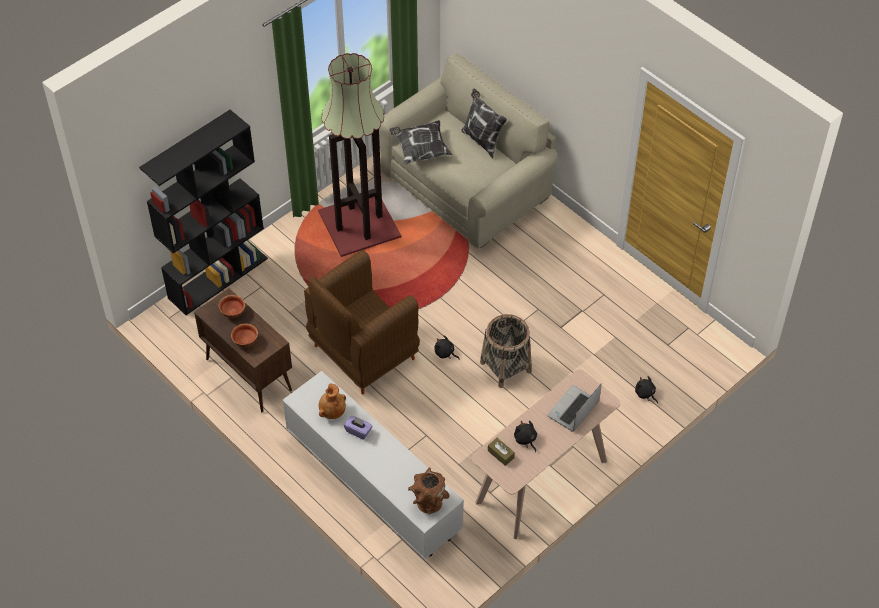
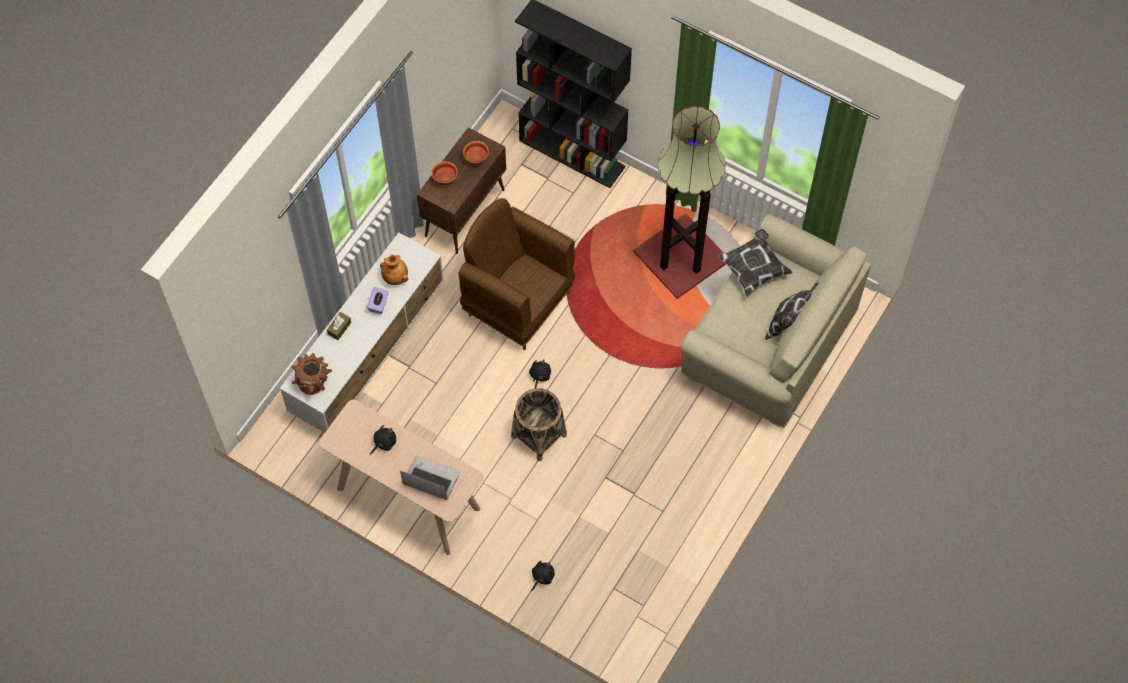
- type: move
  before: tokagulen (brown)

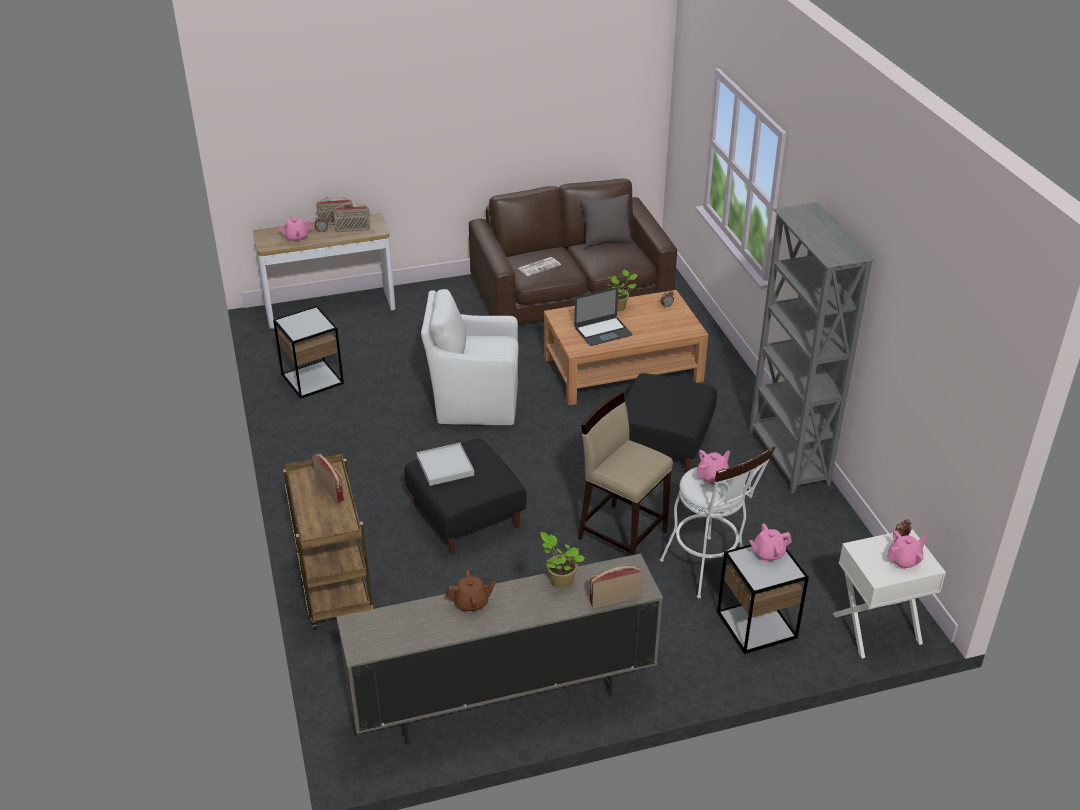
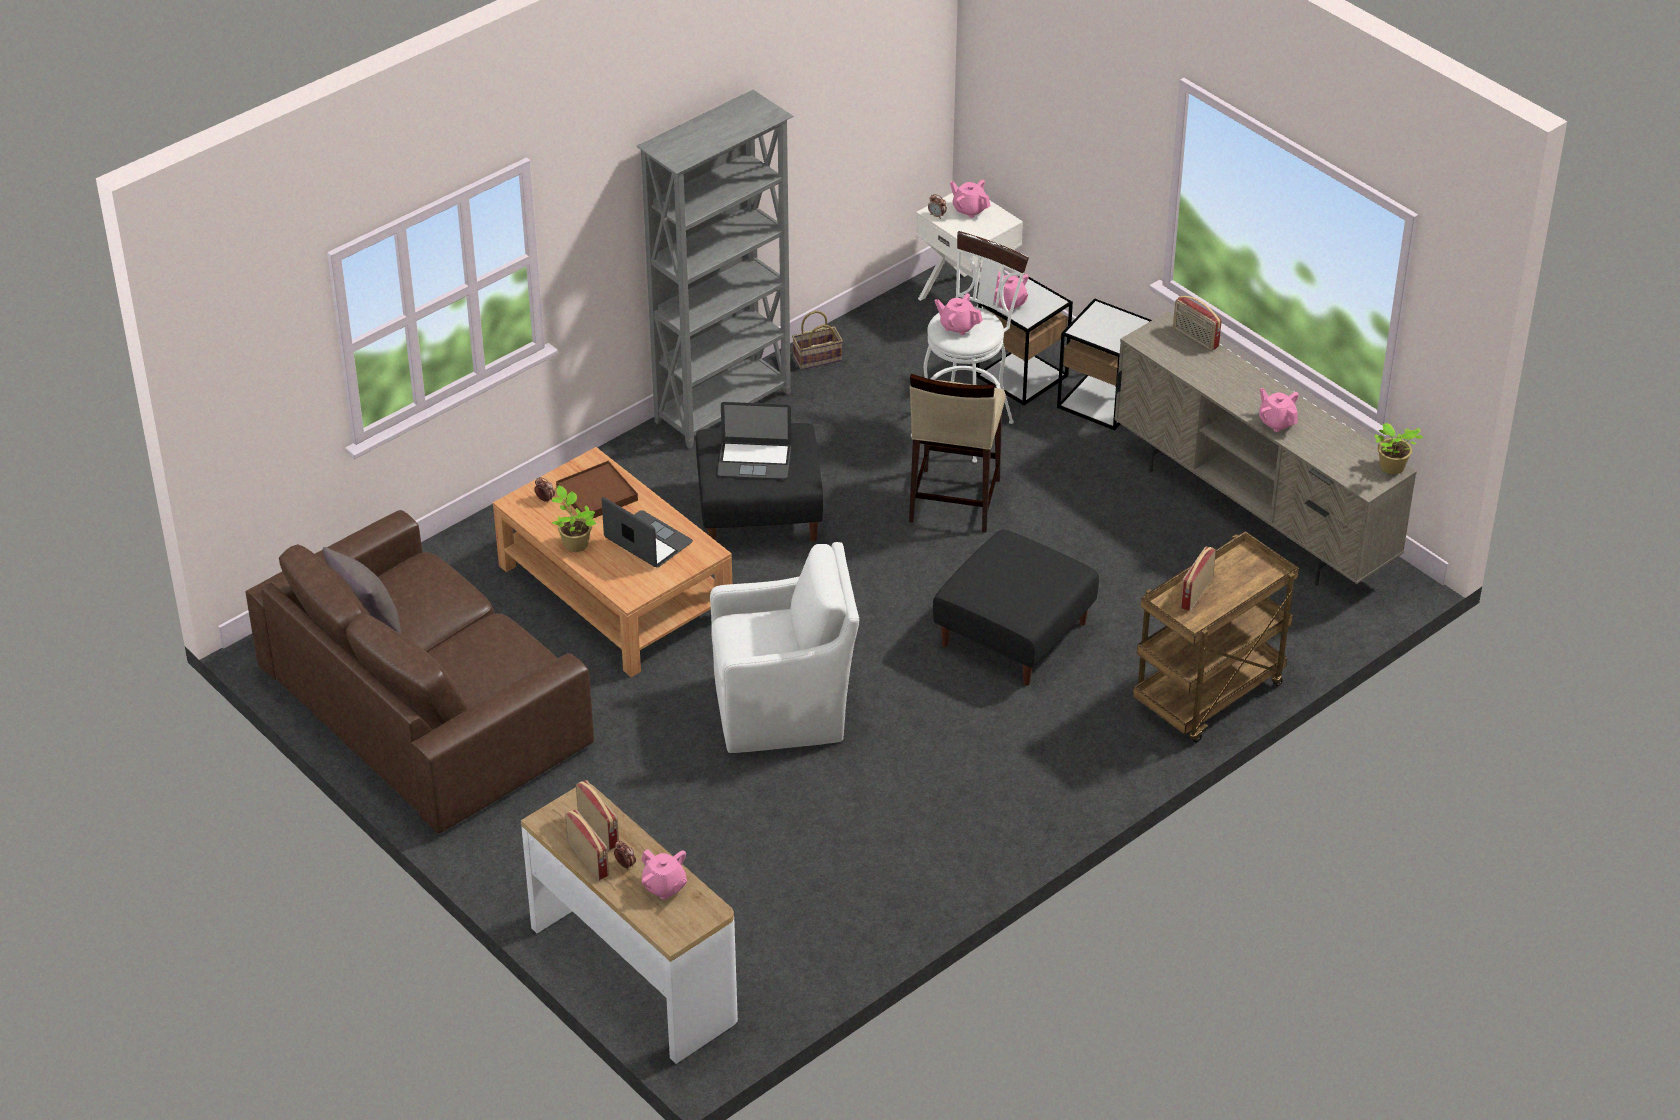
- type: delete
  before: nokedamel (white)
- type: delete
  before: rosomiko
- type: insert
  after: nokedamel (brown)
- type: insert
  after: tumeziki (2nd from left)
- type: insert
  after: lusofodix
- type: move
  before: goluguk (1st from left in the first image)
  after: goluguk (2nd from left)
- type: move
  before: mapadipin (1st from left in the first image)
  after: mapadipin (2nd from left)
- type: recolor
  before: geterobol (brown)
  after: geterobol (pink) (5th from left)
- type: rotate
  before: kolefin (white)
  turn: -75

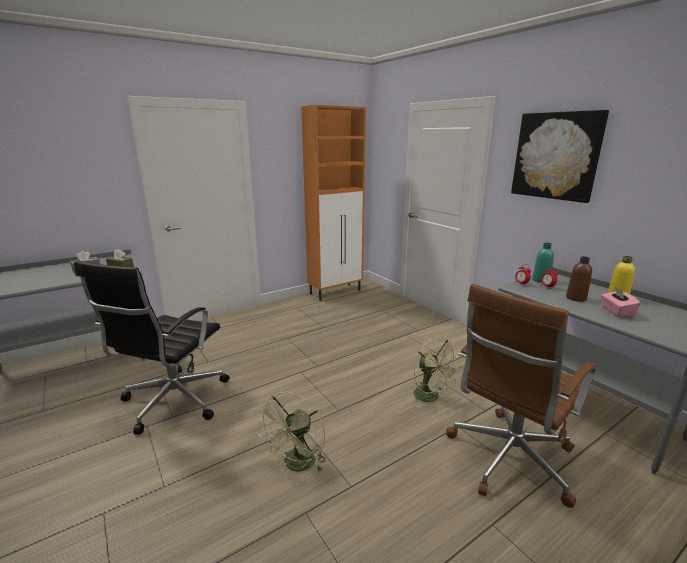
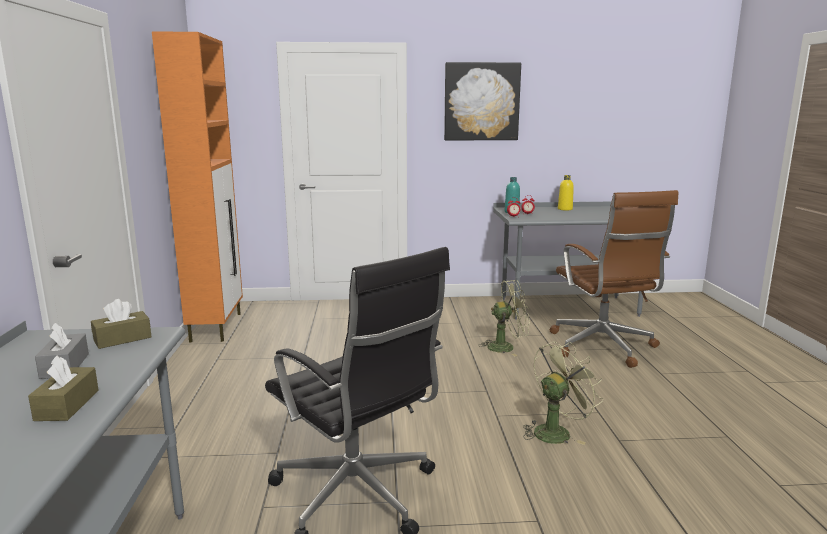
- type: delete
  before: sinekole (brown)
- type: delete
  before: tokagulen (pink)
- type: insert
  after: tokagulen (brown) (1st from left)
- type: rotate
  before: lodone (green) (1st from left in the first image)
  turn: -90

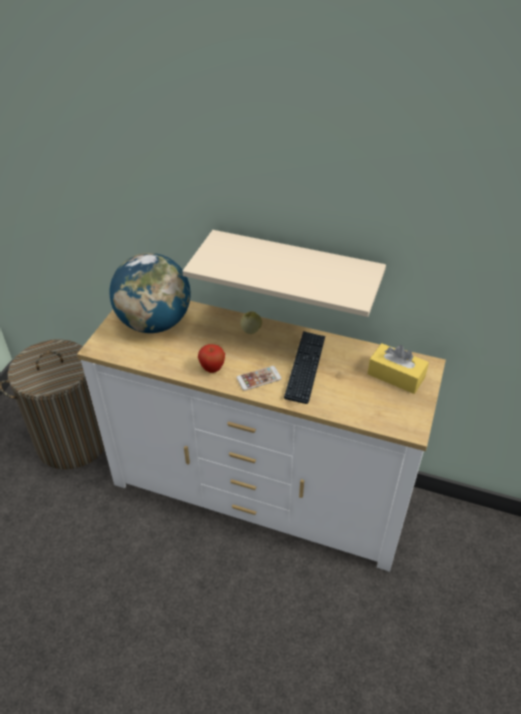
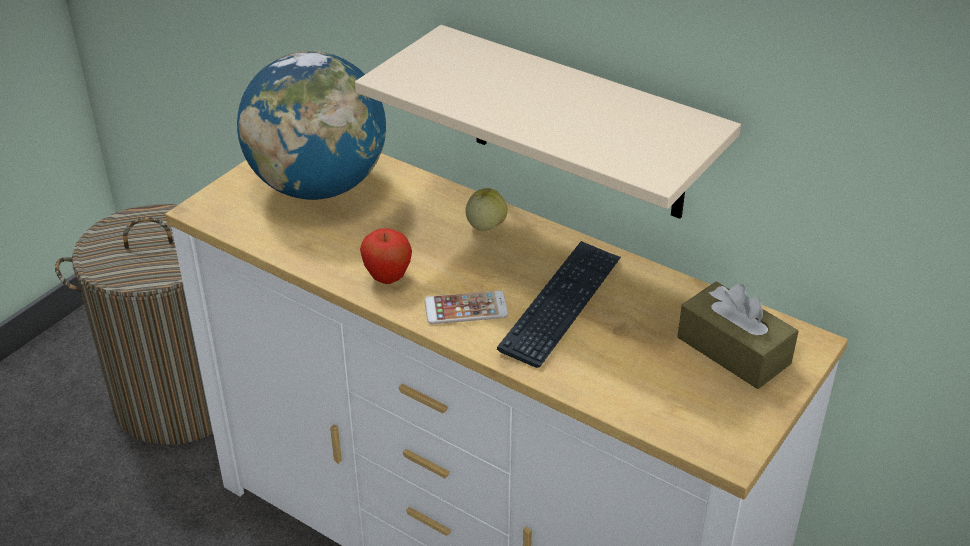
- type: recolor
  before: tokagulen (yellow)
  after: tokagulen (brown)

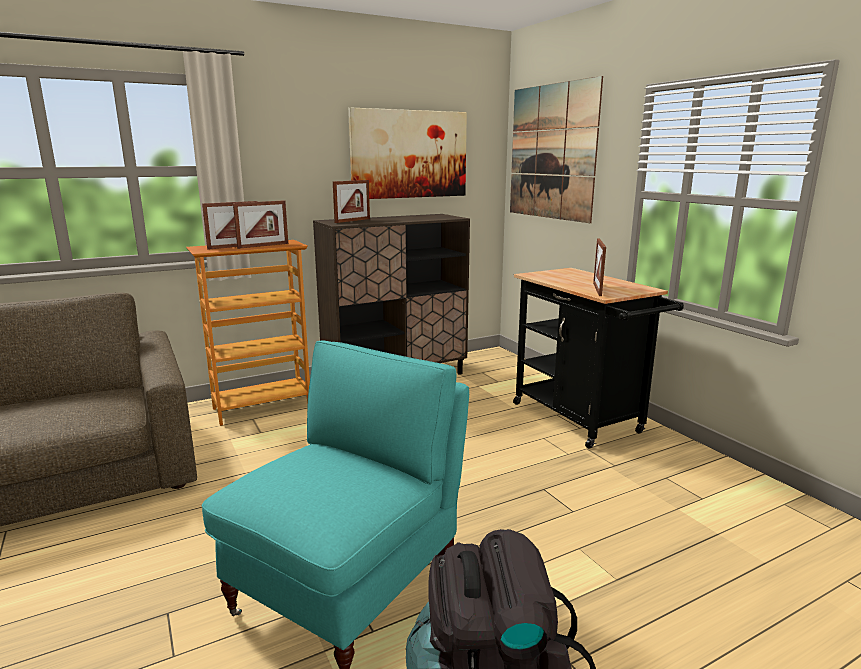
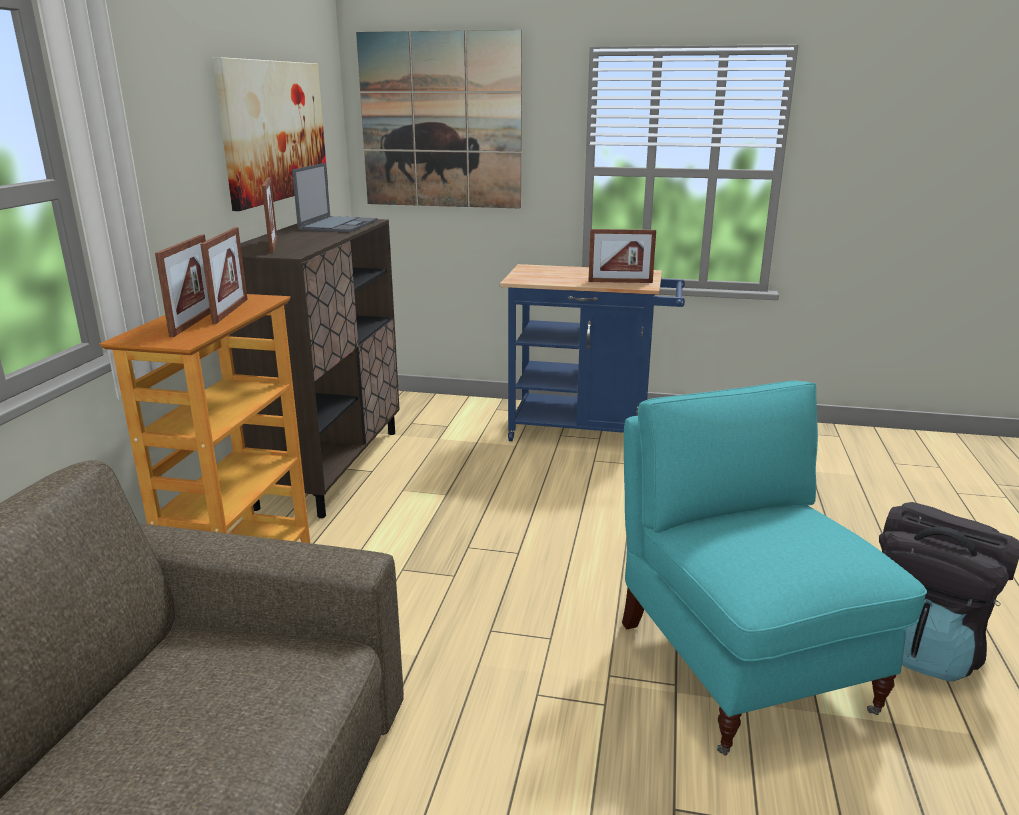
- type: insert
  after: tumeziki
- type: recolor
  before: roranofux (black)
  after: roranofux (blue)
- type: rotate
  before: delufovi (4th from left)
  turn: -45

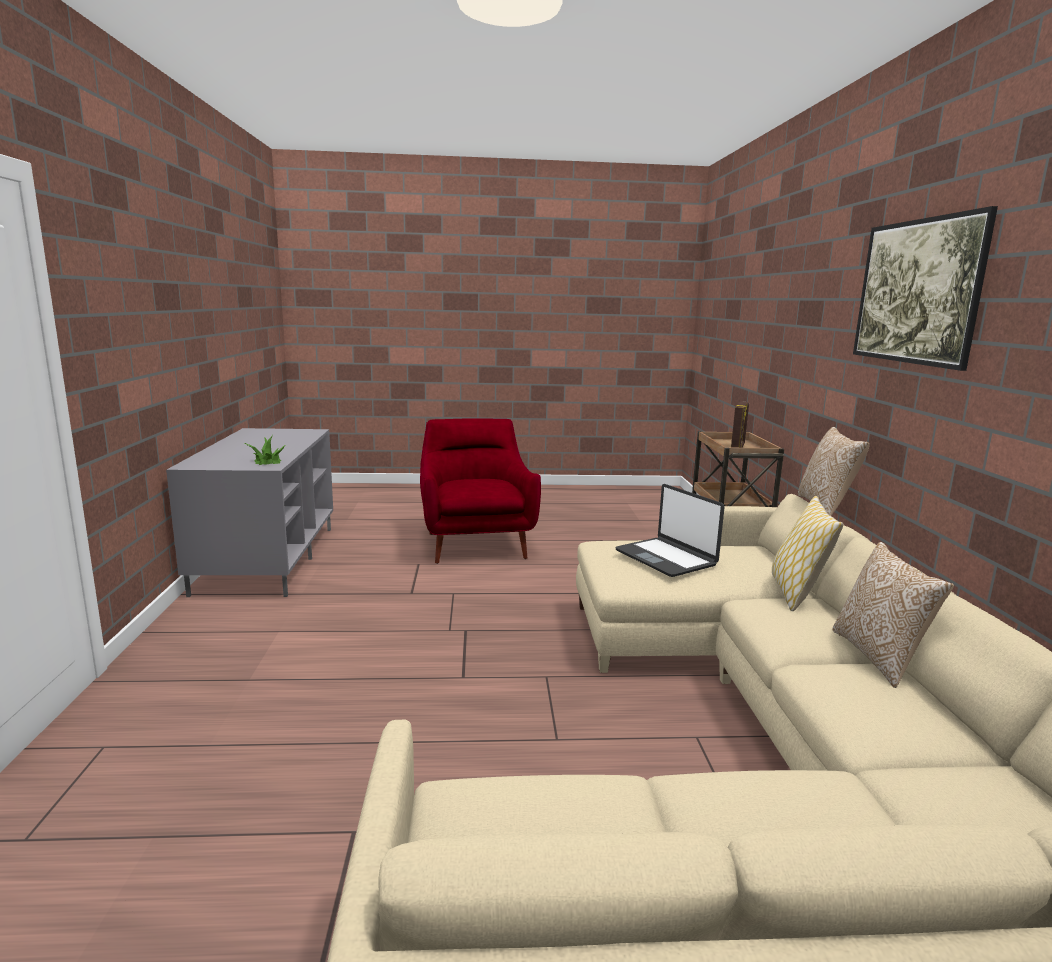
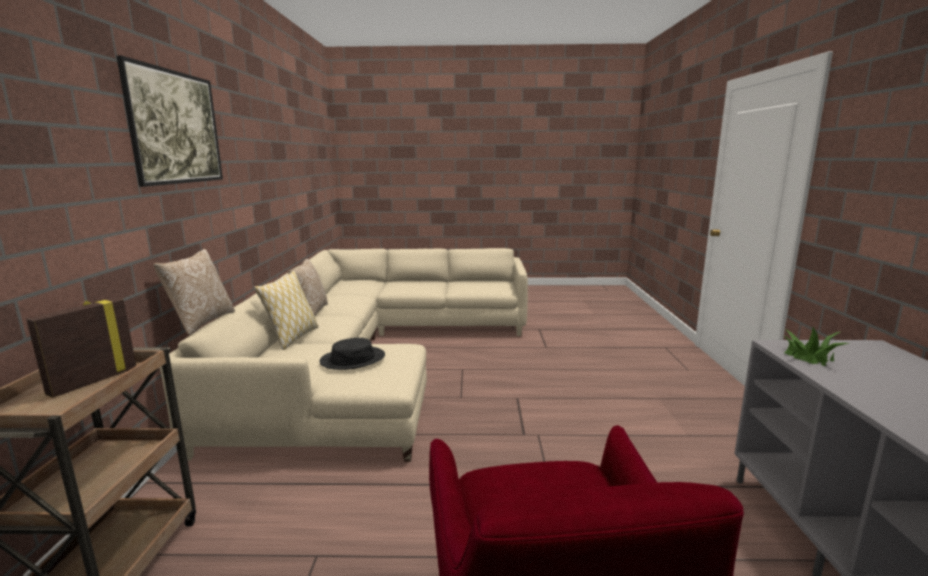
- type: replace
  before: tumeziki
  after: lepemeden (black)

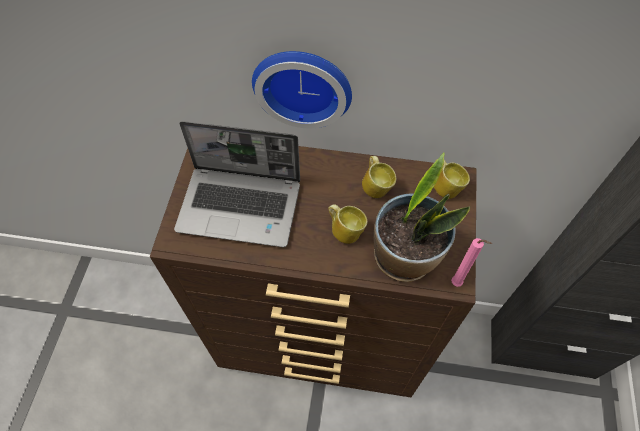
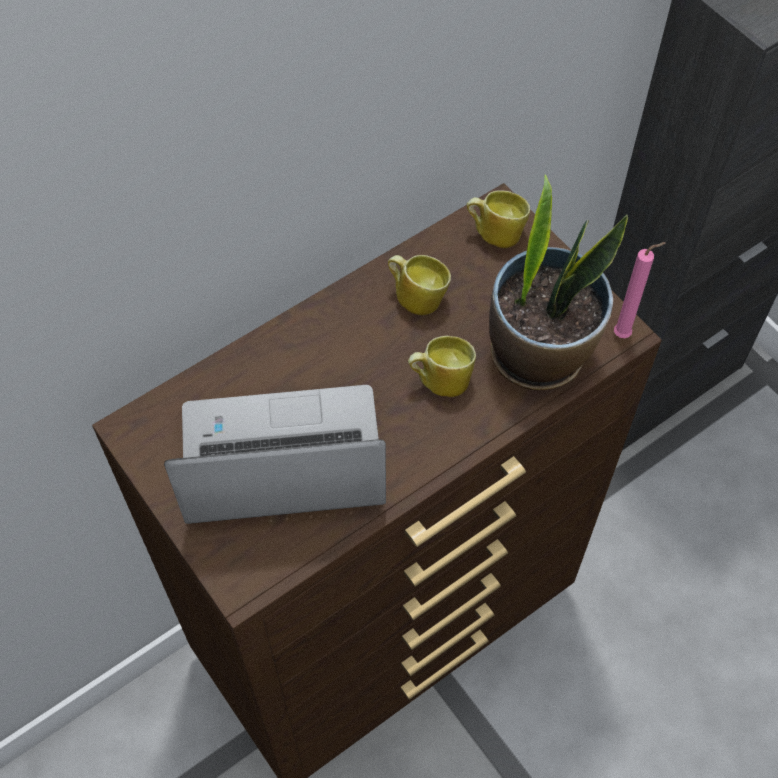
- type: delete
  before: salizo
- type: rotate
  before: tumeziki
  turn: -150

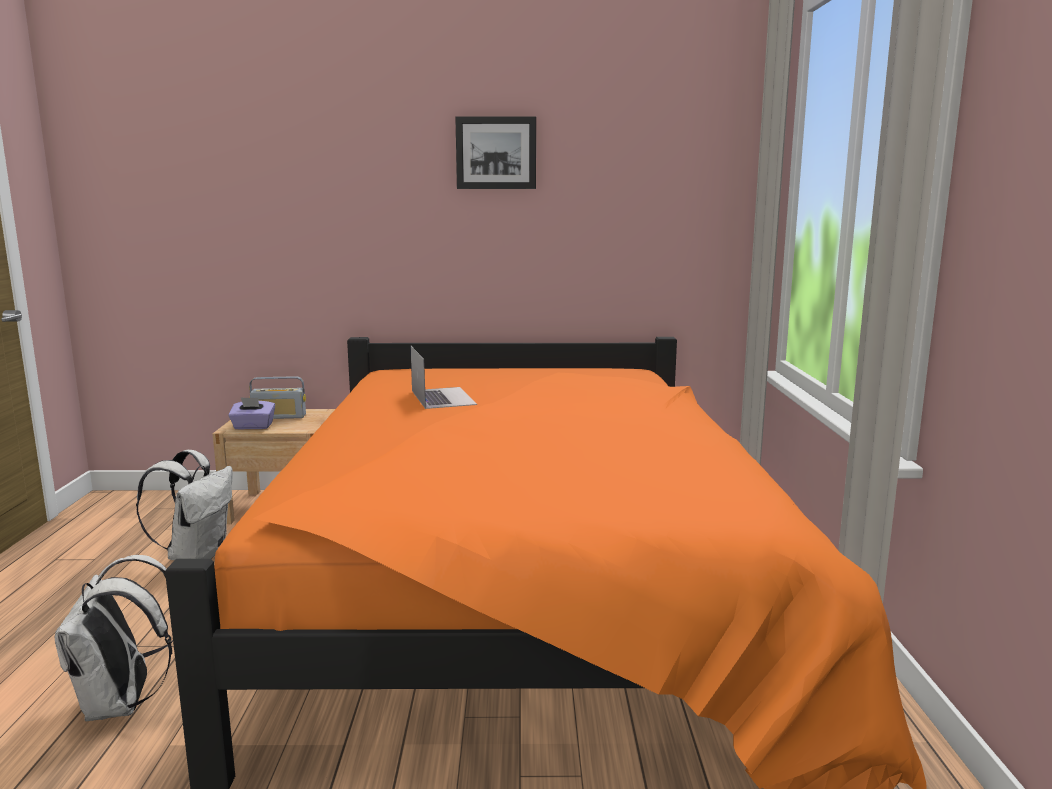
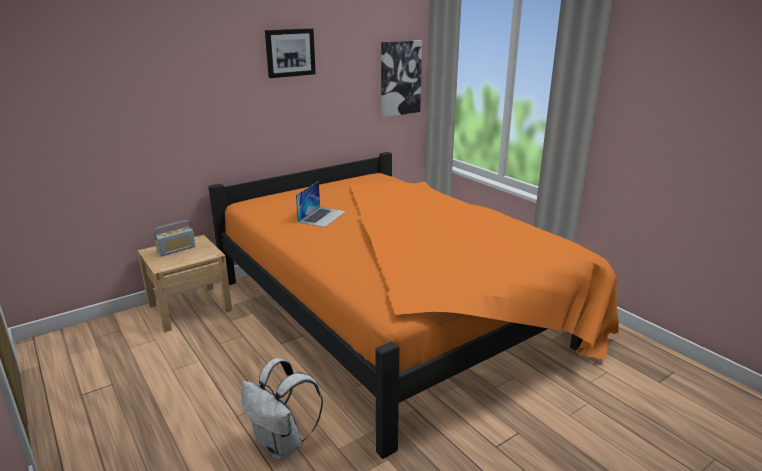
- type: delete
  before: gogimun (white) (2nd from left)
- type: delete
  before: tokagulen (purple)
- type: insert
  after: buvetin (2nd from left)
- type: rotate
  before: tumeziki
  turn: 75

